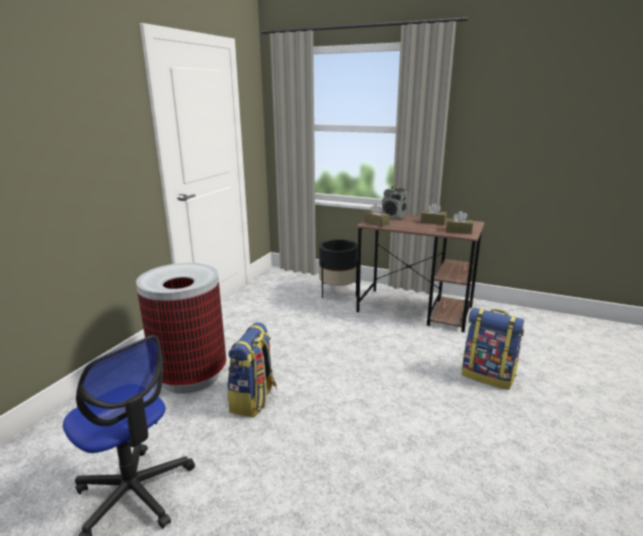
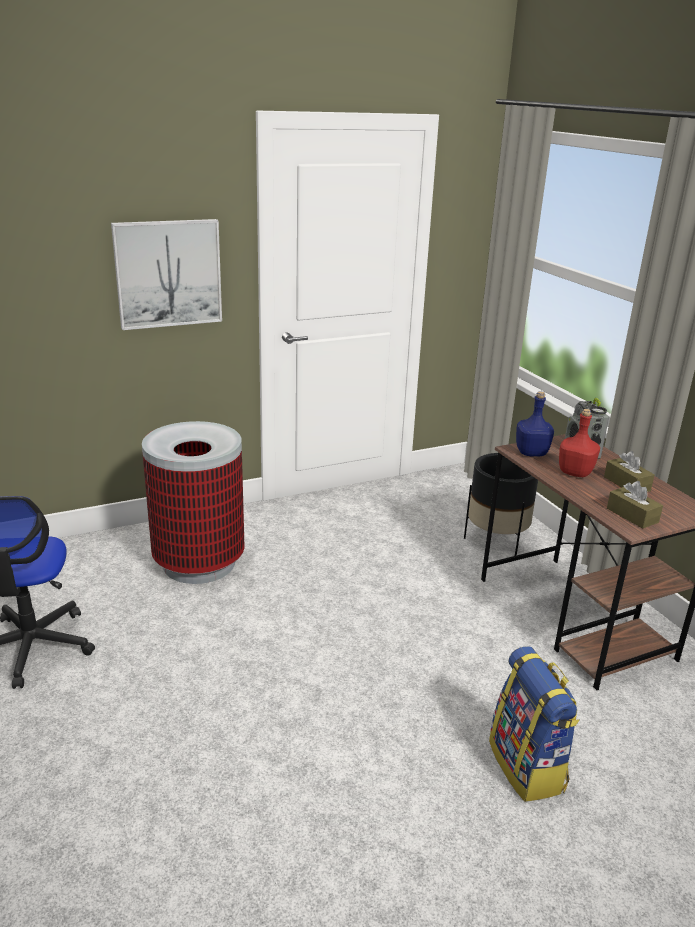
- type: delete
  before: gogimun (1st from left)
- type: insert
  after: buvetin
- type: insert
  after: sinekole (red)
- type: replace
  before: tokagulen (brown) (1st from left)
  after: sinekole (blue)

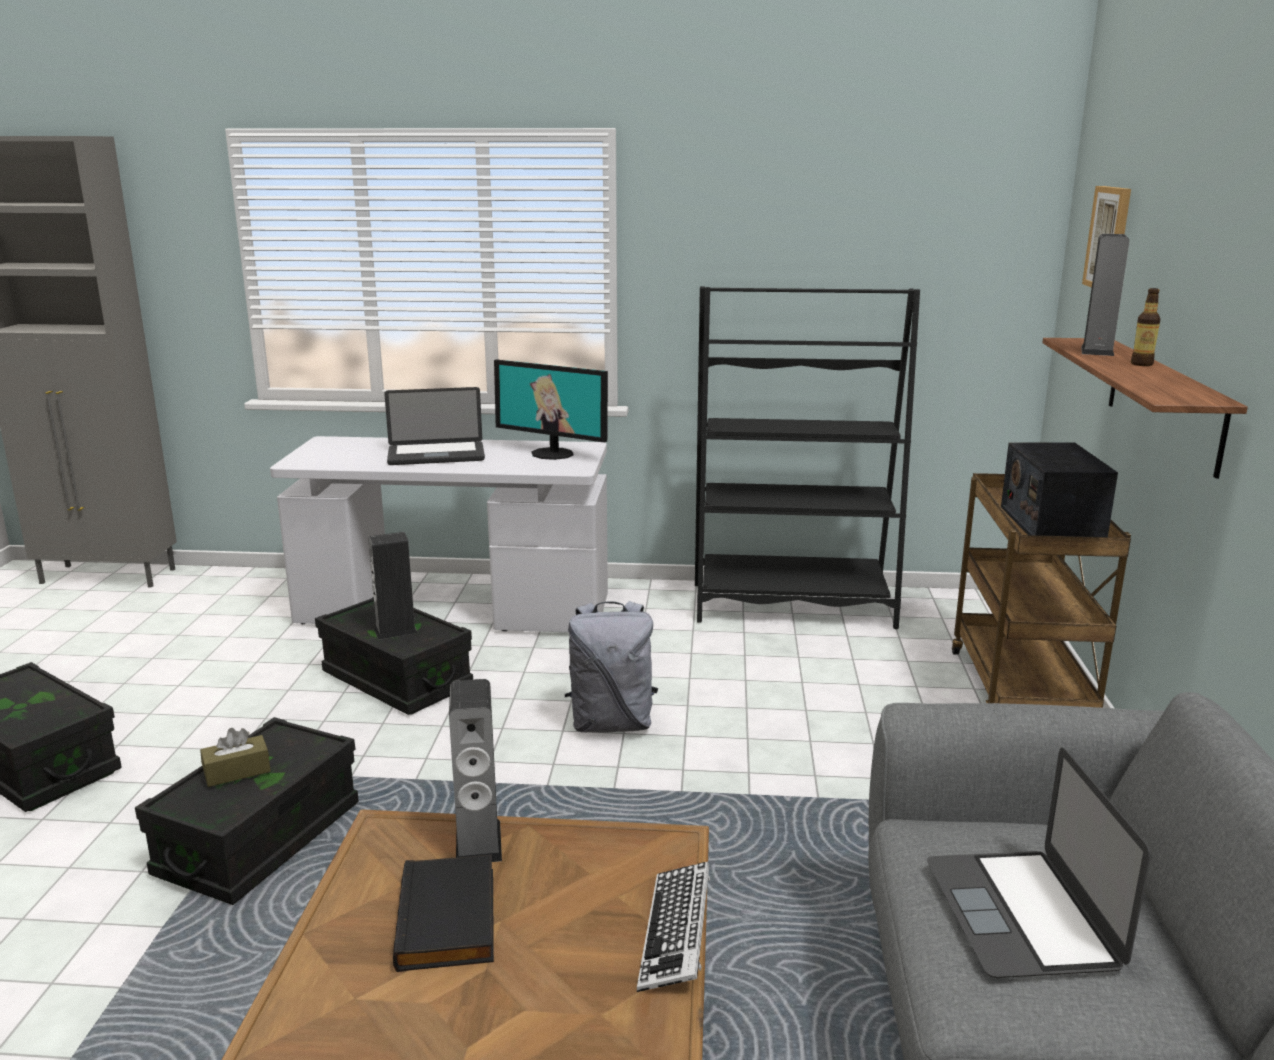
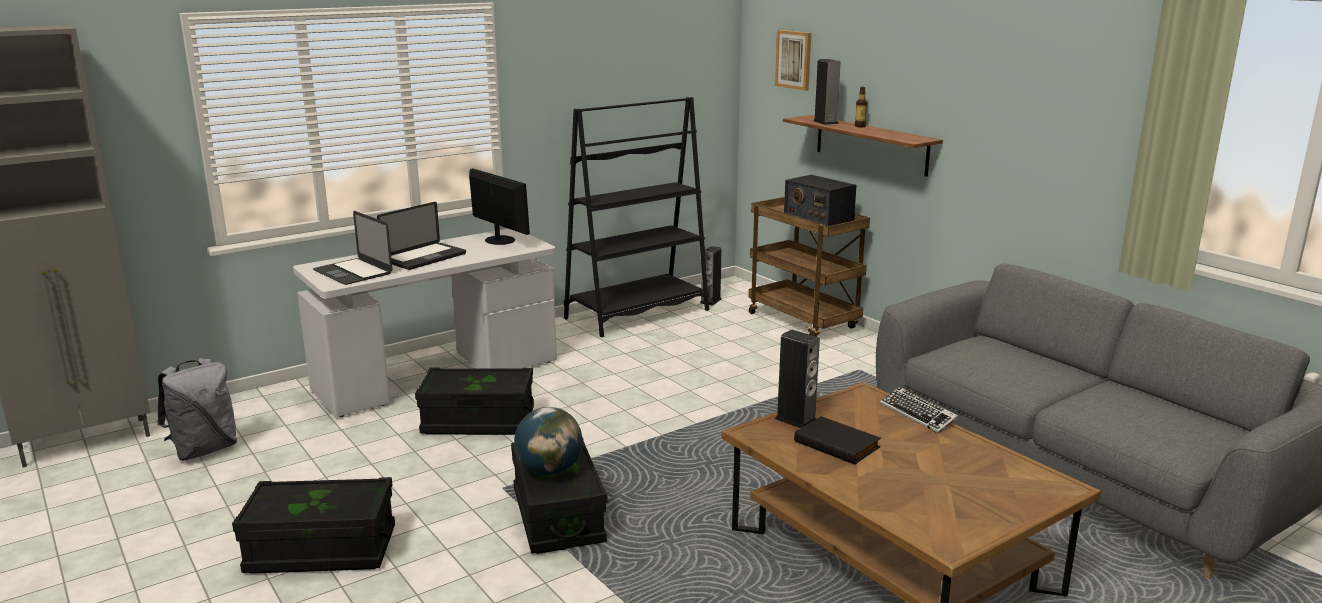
- type: move
  before: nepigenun (1st from left)
- type: move
  before: gogimun (grey)
- type: move
  before: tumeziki (2nd from left in the first image)
  after: tumeziki (1st from left)
- type: replace
  before: tokagulen (brown)
  after: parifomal
- type: rotate
  before: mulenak
  turn: -120

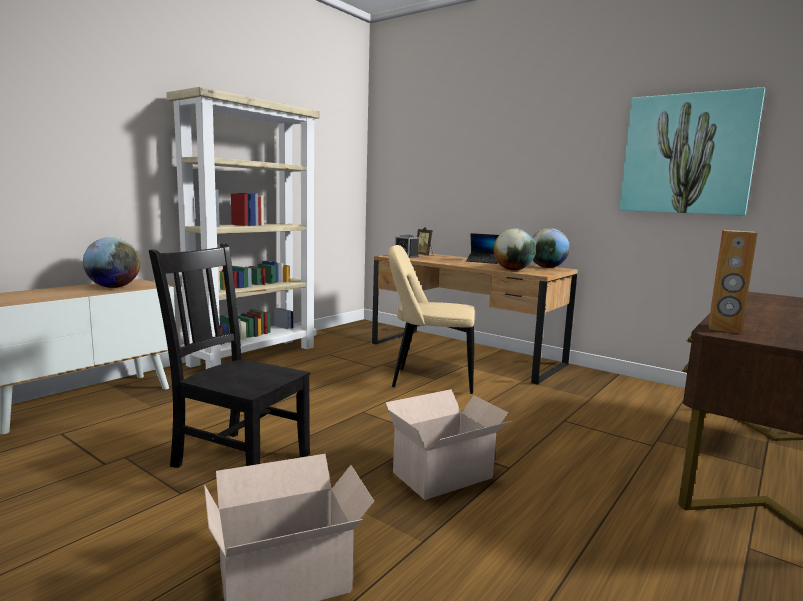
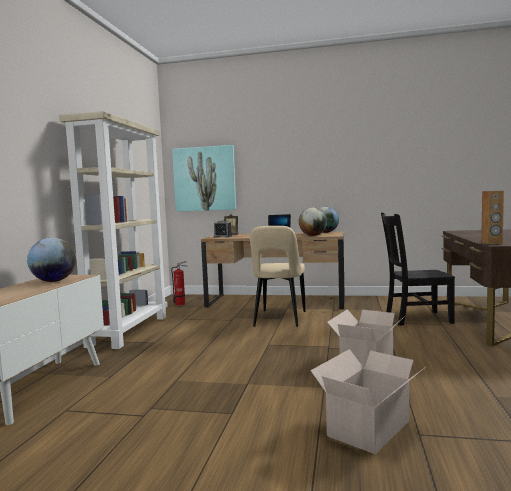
- type: insert
  after: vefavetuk
- type: move
  before: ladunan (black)
- type: move
  before: buvetin
- type: rotate
  before: ladunan (beige)
  turn: -60

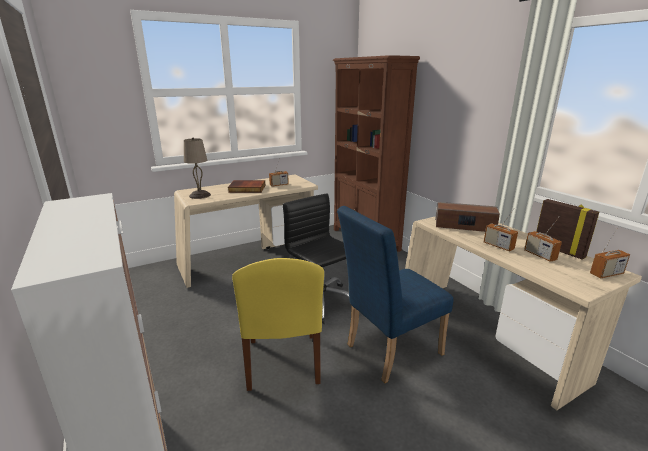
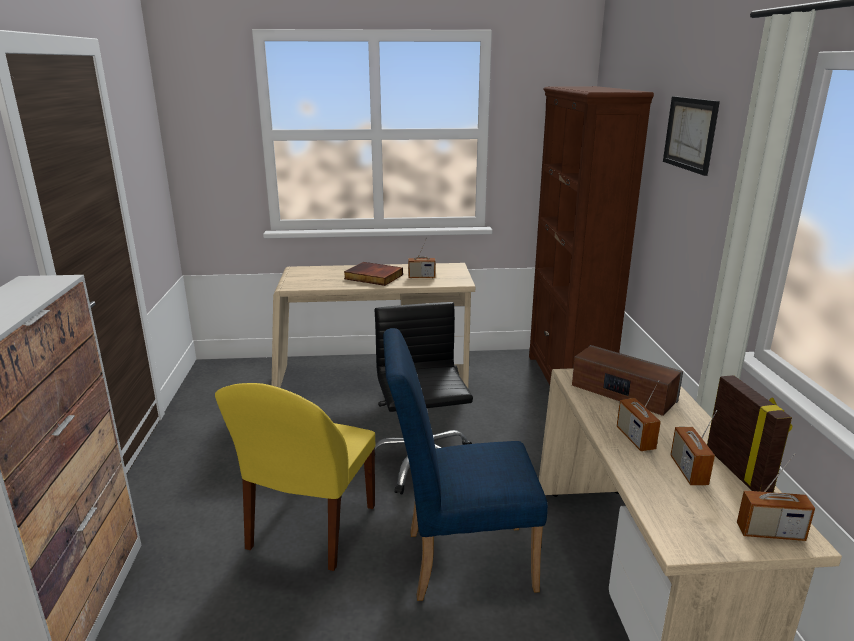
- type: delete
  before: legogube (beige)
- type: insert
  after: buvetin

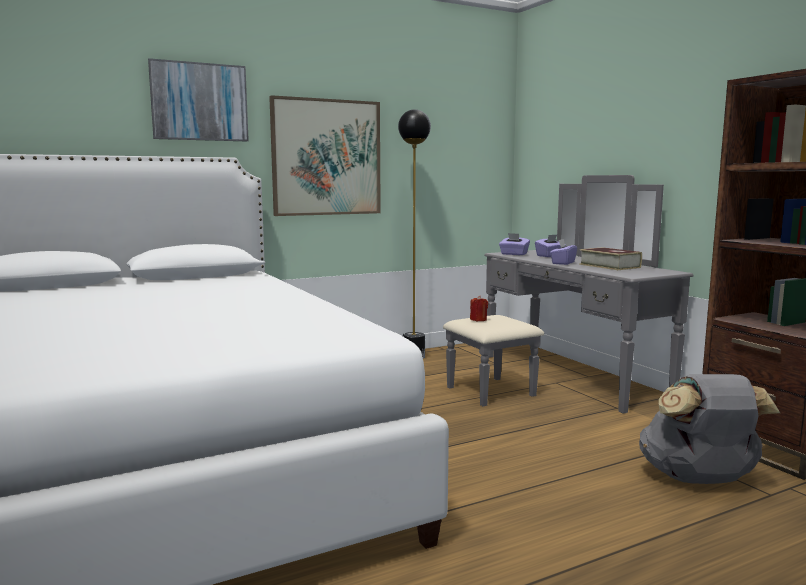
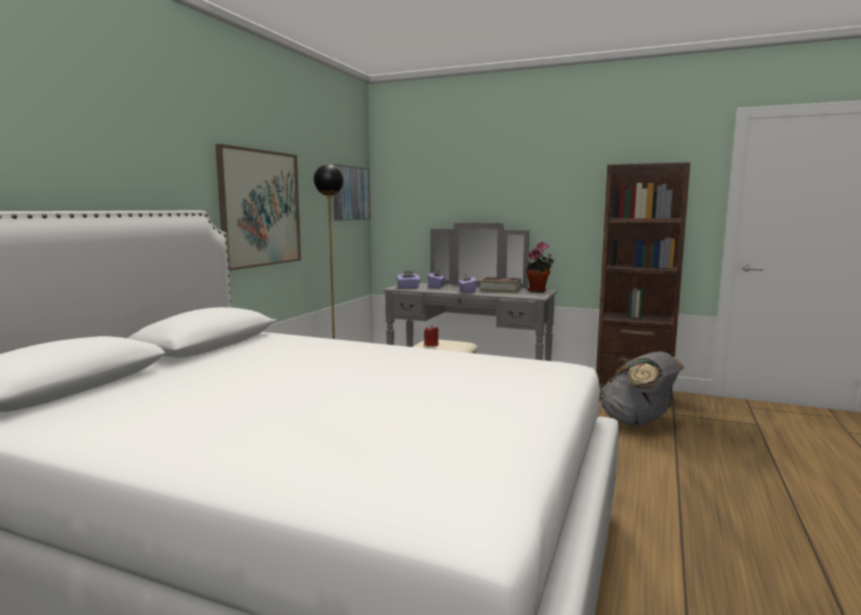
- type: insert
  after: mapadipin
- type: move
  before: buvetin (1st from left in the first image)
  after: buvetin (2nd from left)

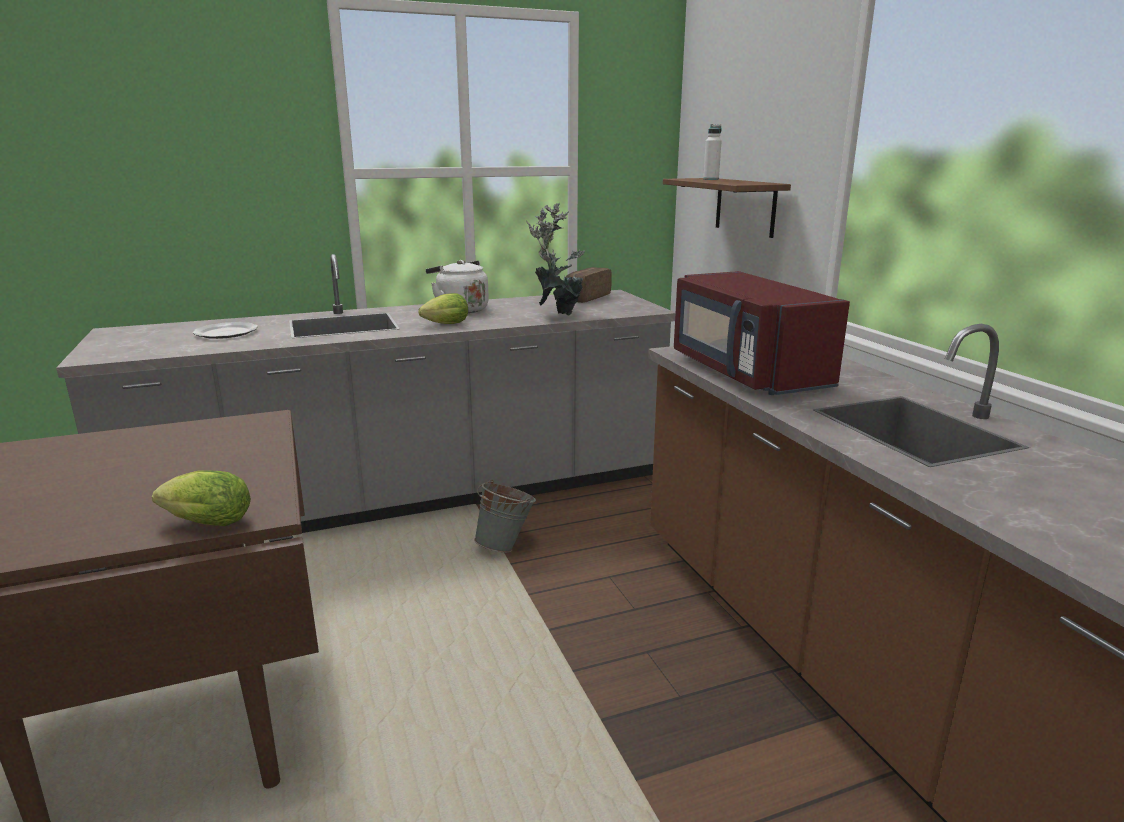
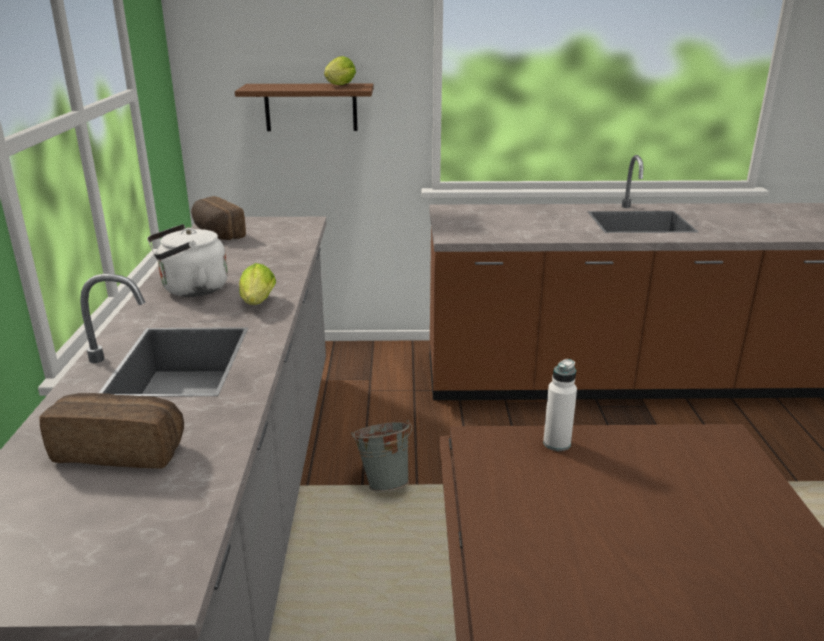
- type: delete
  before: mapadipin
- type: delete
  before: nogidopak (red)
- type: move
  before: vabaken (1st from left in the first image)
  after: vabaken (2nd from left)
- type: move
  before: sinekole (white)
- type: replace
  before: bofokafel
  after: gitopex (1st from left)

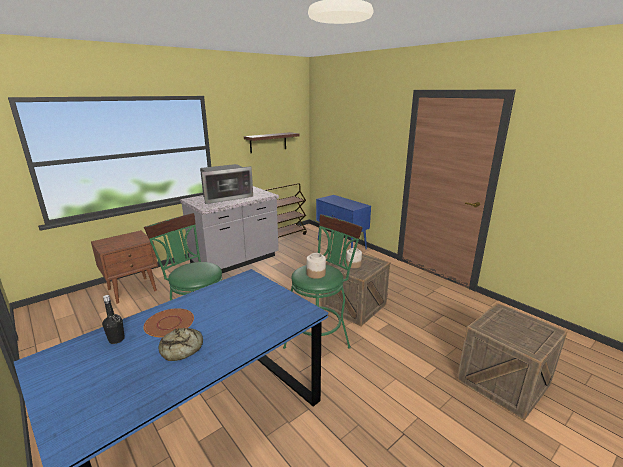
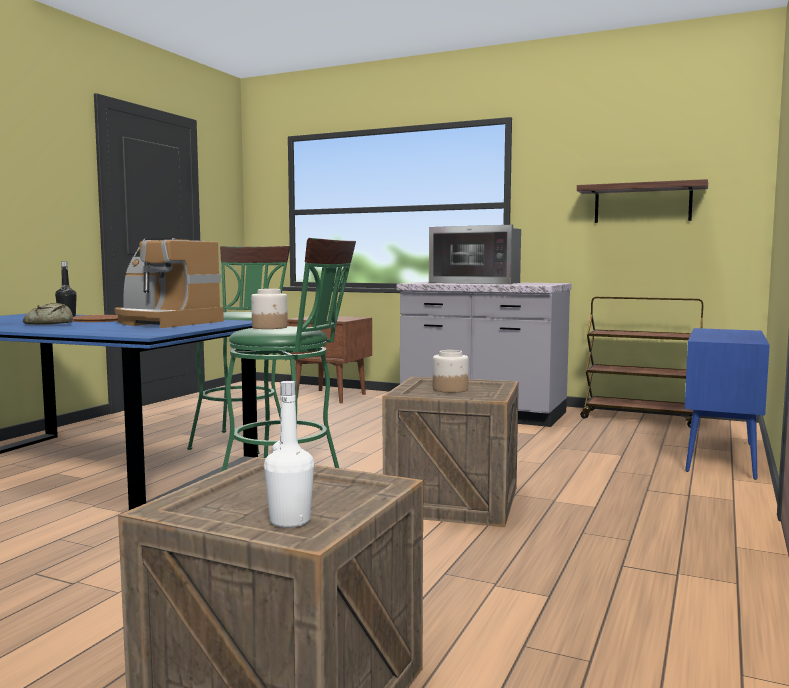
- type: insert
  after: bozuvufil
- type: insert
  after: sinekole (white)

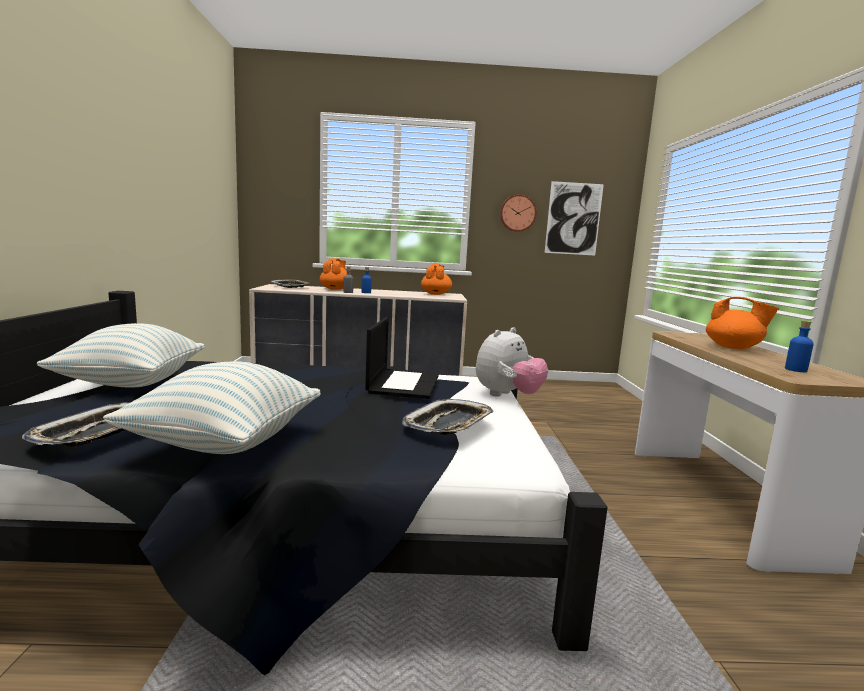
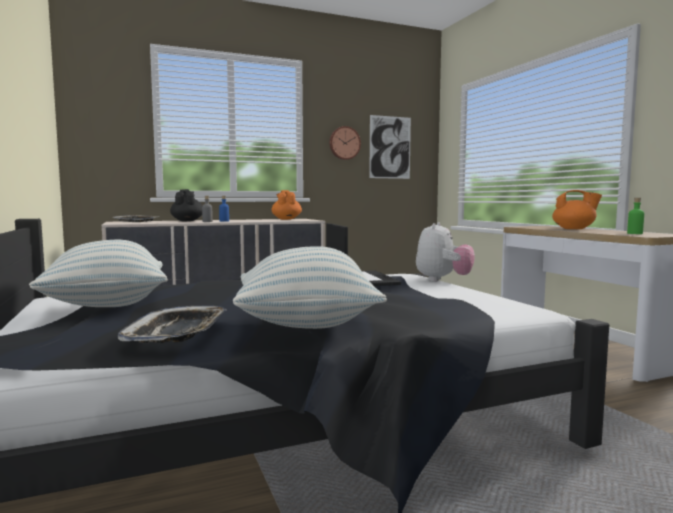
- type: delete
  before: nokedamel (3rd from left)
- type: recolor
  before: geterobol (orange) (1st from left)
  after: geterobol (black)
- type: recolor
  before: sinekole (blue) (2nd from left)
  after: sinekole (green)

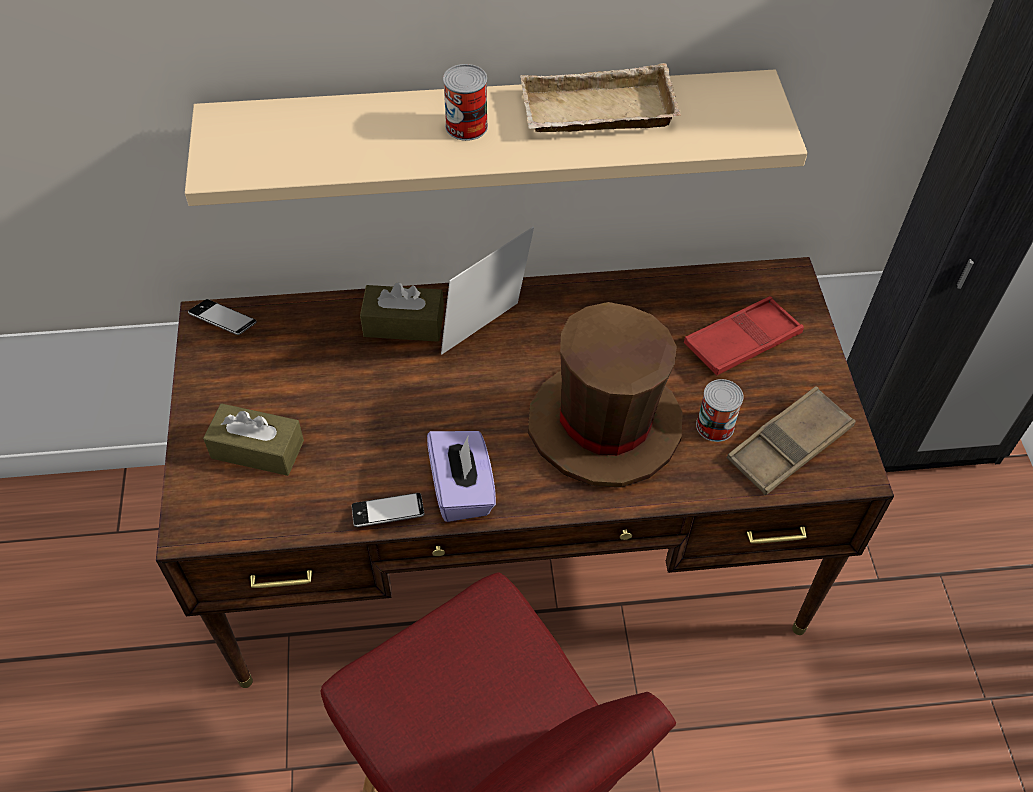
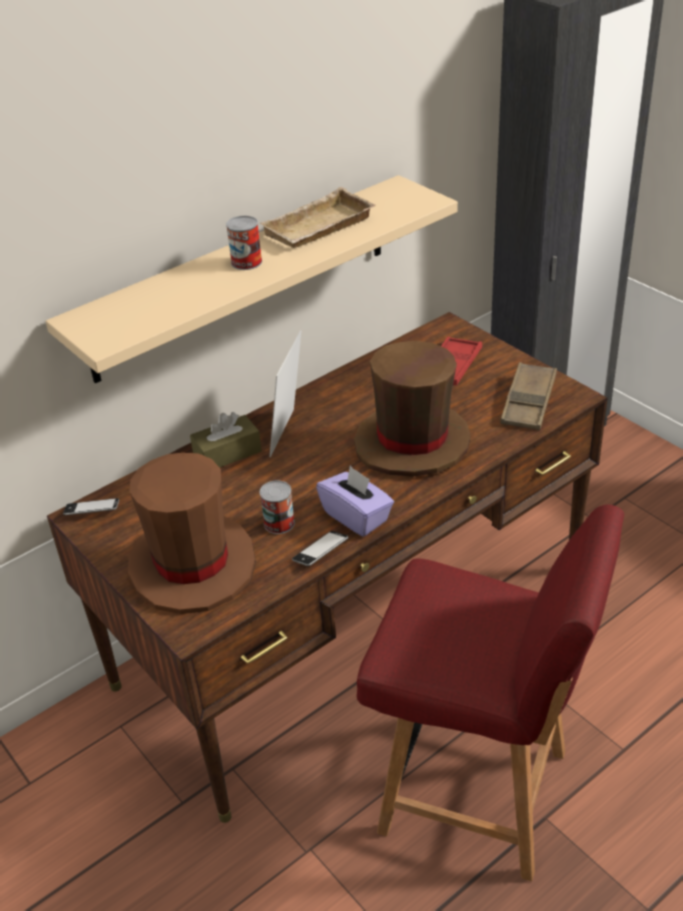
- type: move
  before: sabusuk (2nd from left)
- type: replace
  before: tokagulen (brown) (1st from left)
  after: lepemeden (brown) (1st from left)

